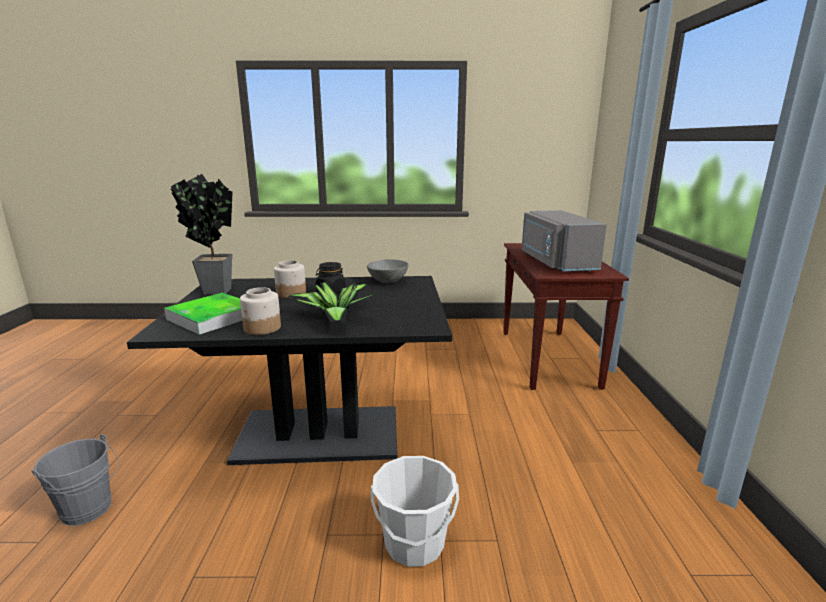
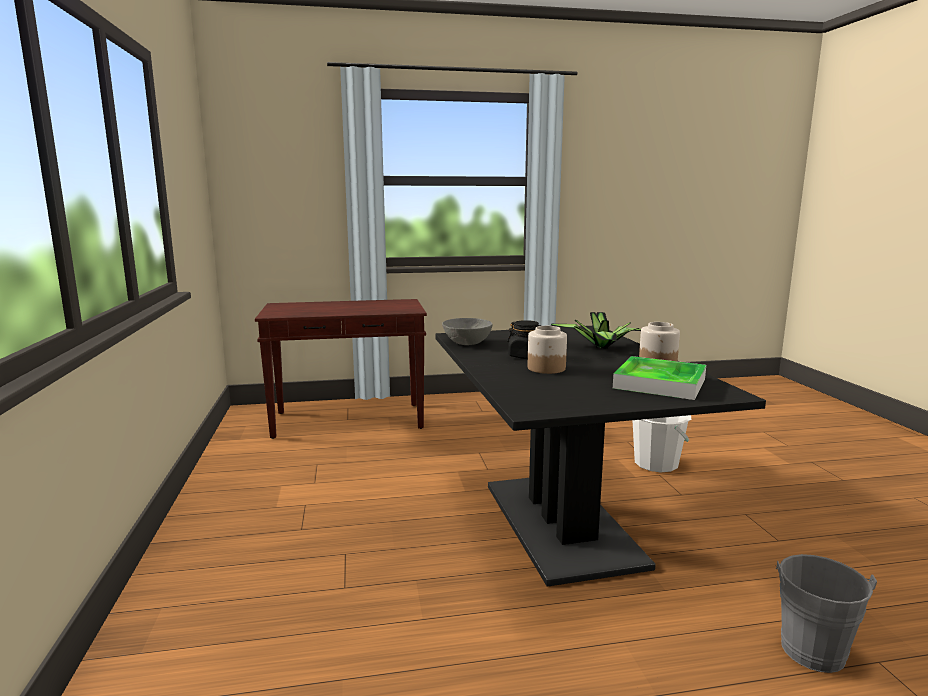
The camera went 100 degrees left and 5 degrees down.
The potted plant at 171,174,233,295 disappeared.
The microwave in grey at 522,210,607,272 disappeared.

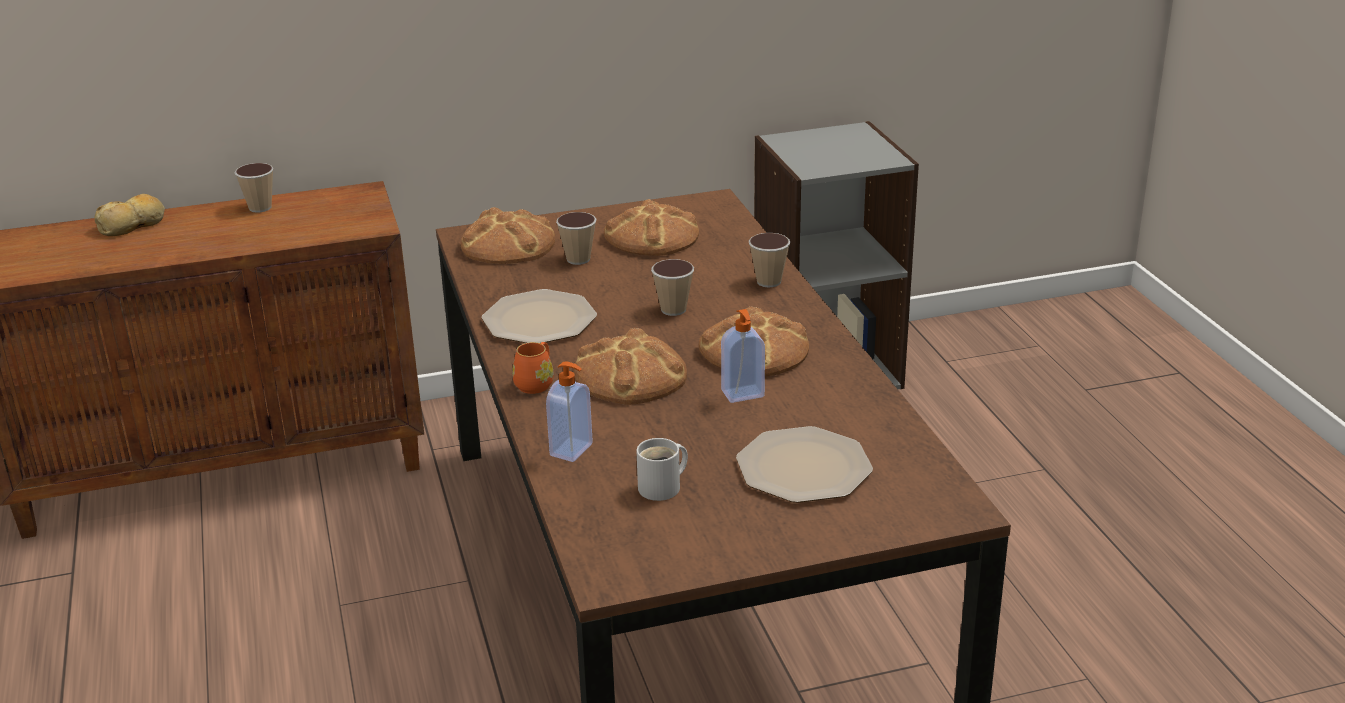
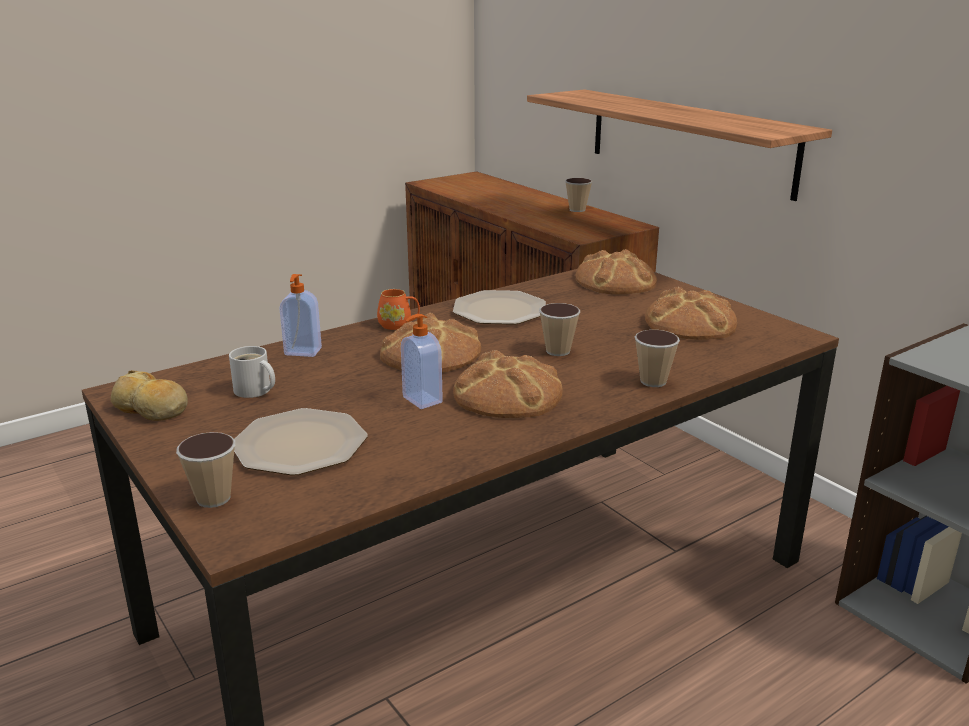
The camera went 70 degrees right and 5 degrees down.
The bakery bread moved from 94,194,165,236 to 111,370,188,421.
The drinking cup moved from 556,212,597,265 to 176,432,235,508.
The wall shelf at 527,89,832,201 appeared.

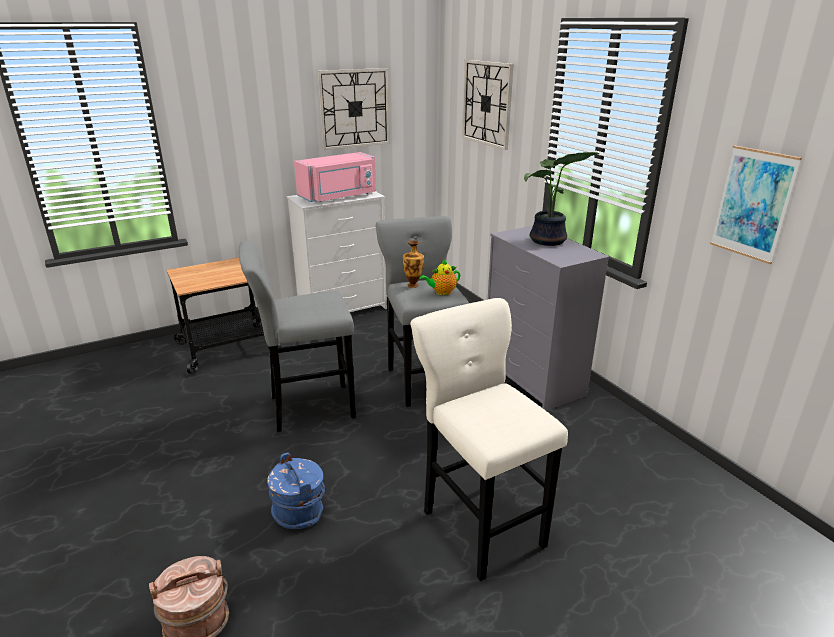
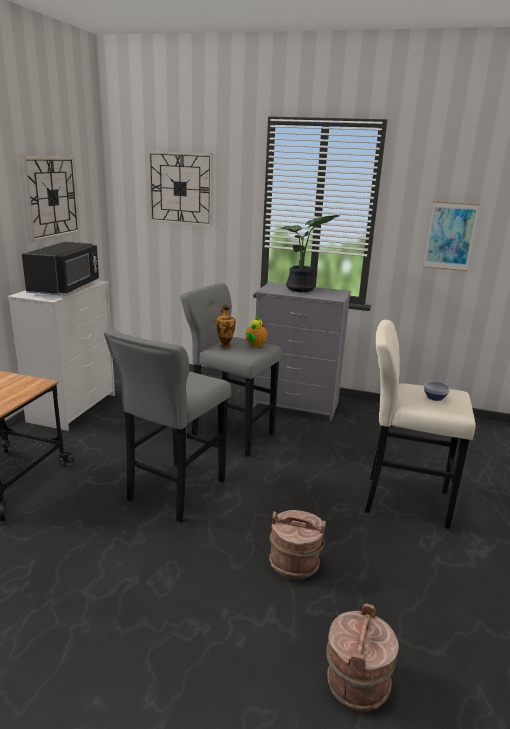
The camera went 45 degrees left and 5 degrees down.
The water bucket in bluish at 267,452,326,529 became the water bucket in brown at 269,510,326,579.
The microwave in pinkish at 294,152,376,203 became the microwave in blackish at 22,242,99,295.
The serving bowl at 424,381,450,401 appeared.

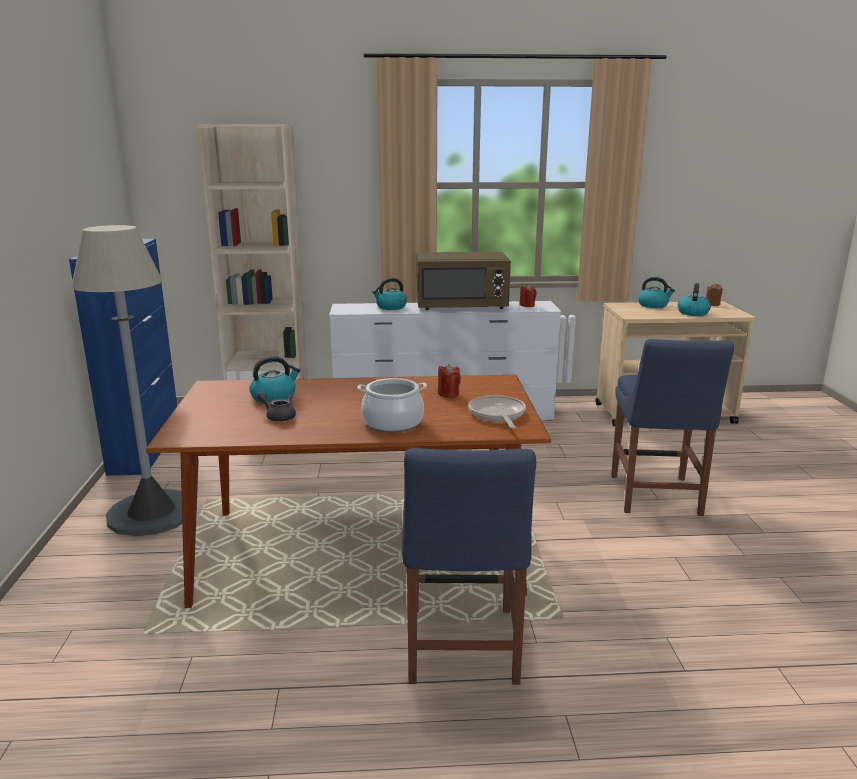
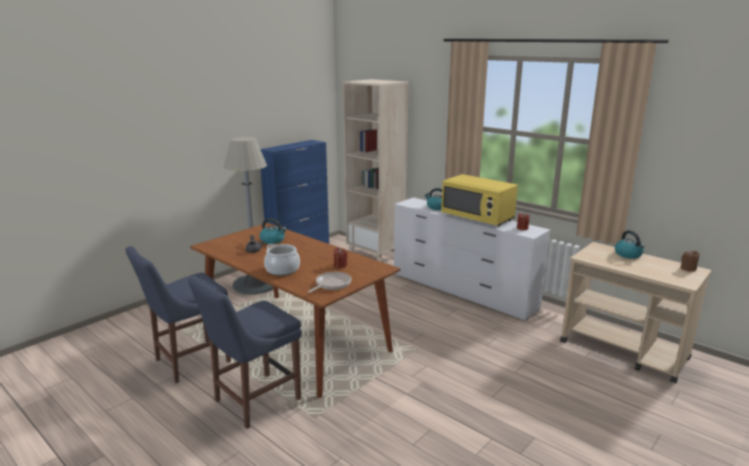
The camera went 45 degrees right and 0 degrees up.
The microwave in brown at 416,252,511,310 became the microwave in yellow at 441,174,518,226.
The upright chair in bluish moved from 611,339,734,516 to 126,246,231,383.
The water kettle at 677,283,711,316 disappeared.

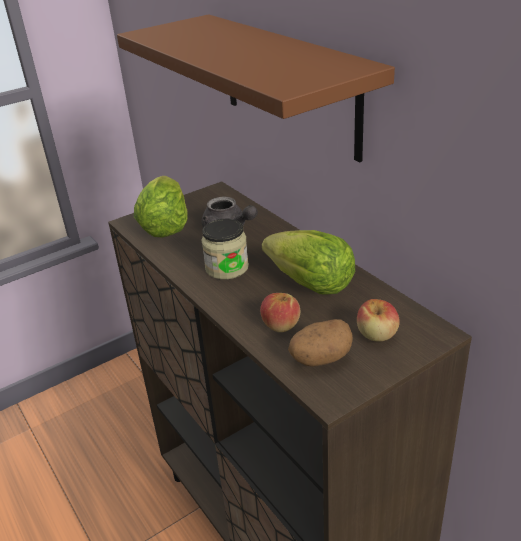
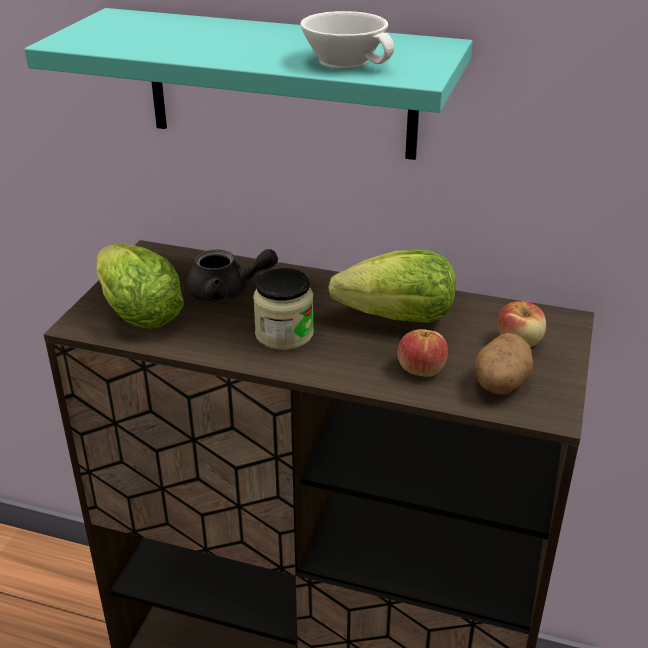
The camera went 40 degrees left and 0 degrees up.
The wall shelf in brown at 117,14,395,162 became the wall shelf in turquoise-coloured at 24,8,473,160.
The drinking cup in white-coloured at 300,11,394,69 appeared.

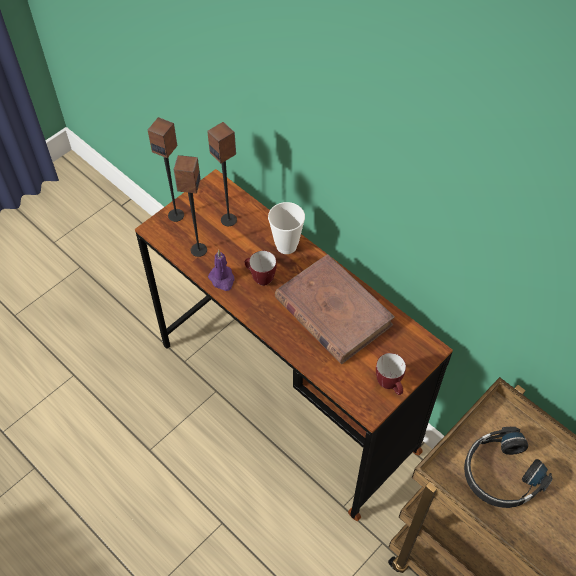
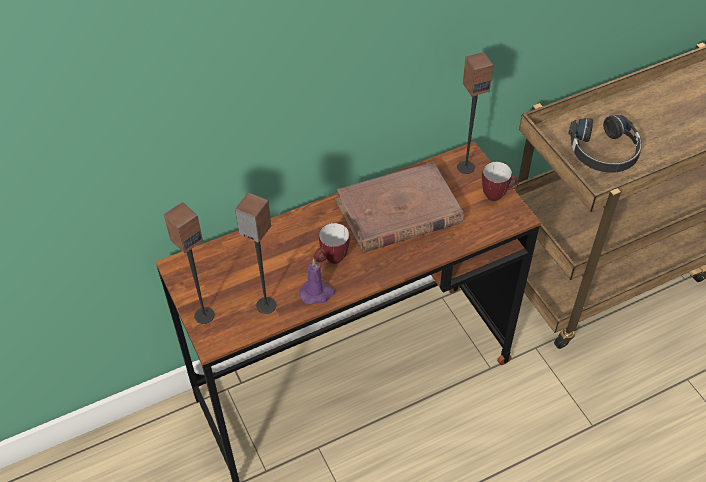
The camera went 70 degrees left and 5 degrees down.
The speaker moved from 207,122,237,226 to 457,52,493,174.
The drinking cup at 268,202,305,254 disappeared.

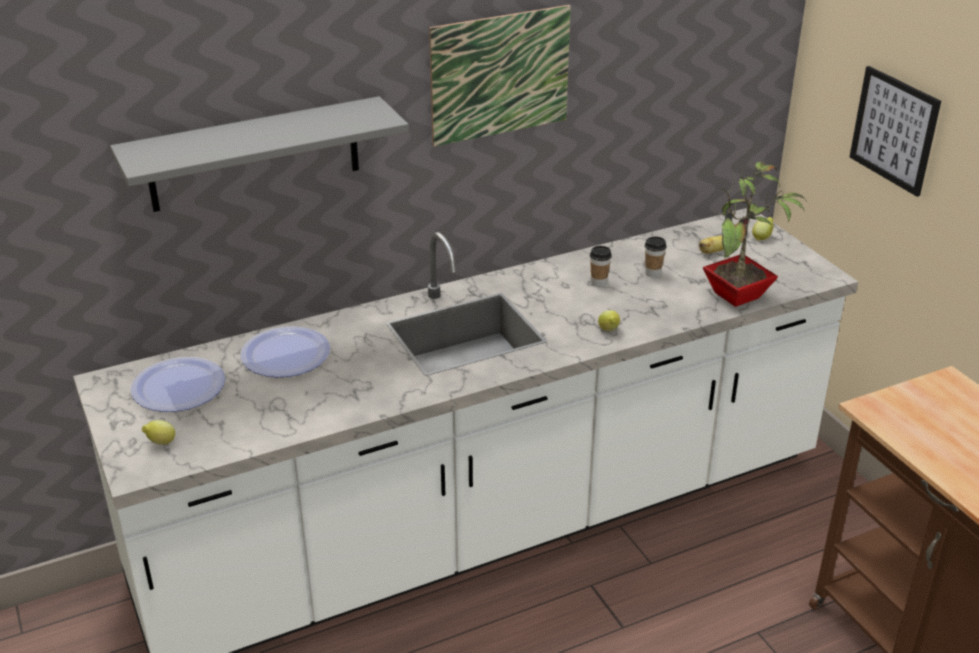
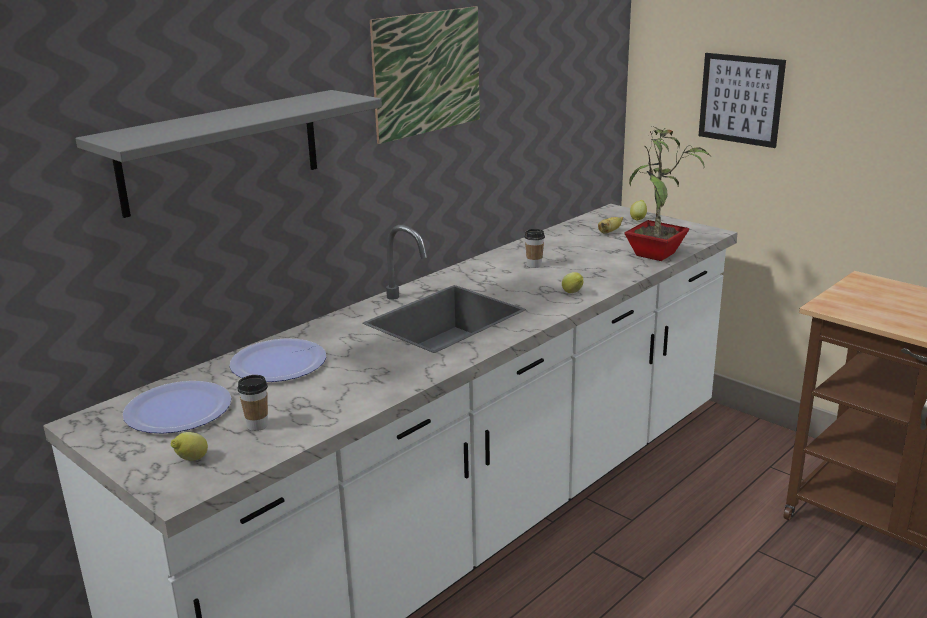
The camera went 20 degrees left and 10 degrees down.
The drinking cup moved from 645,236,667,278 to 238,375,268,431.

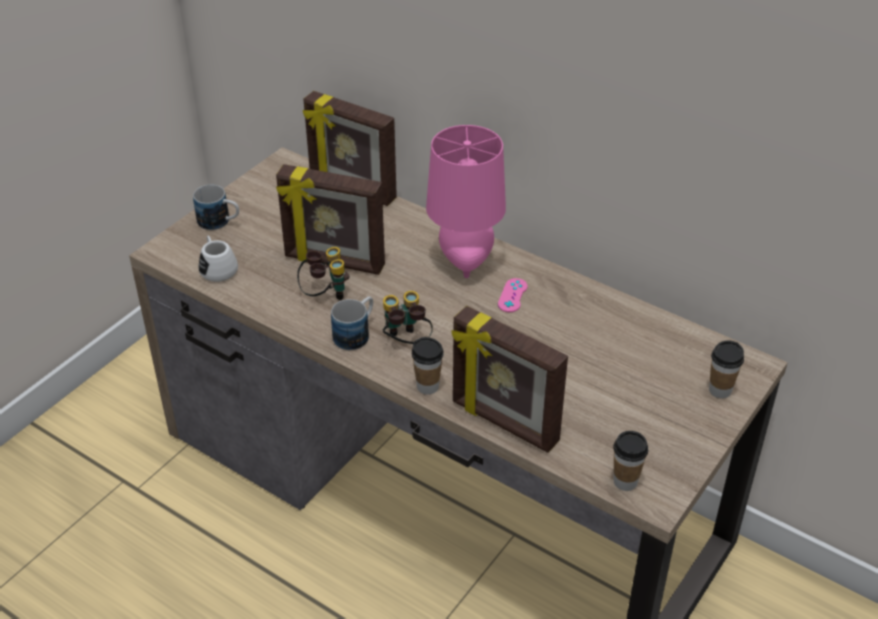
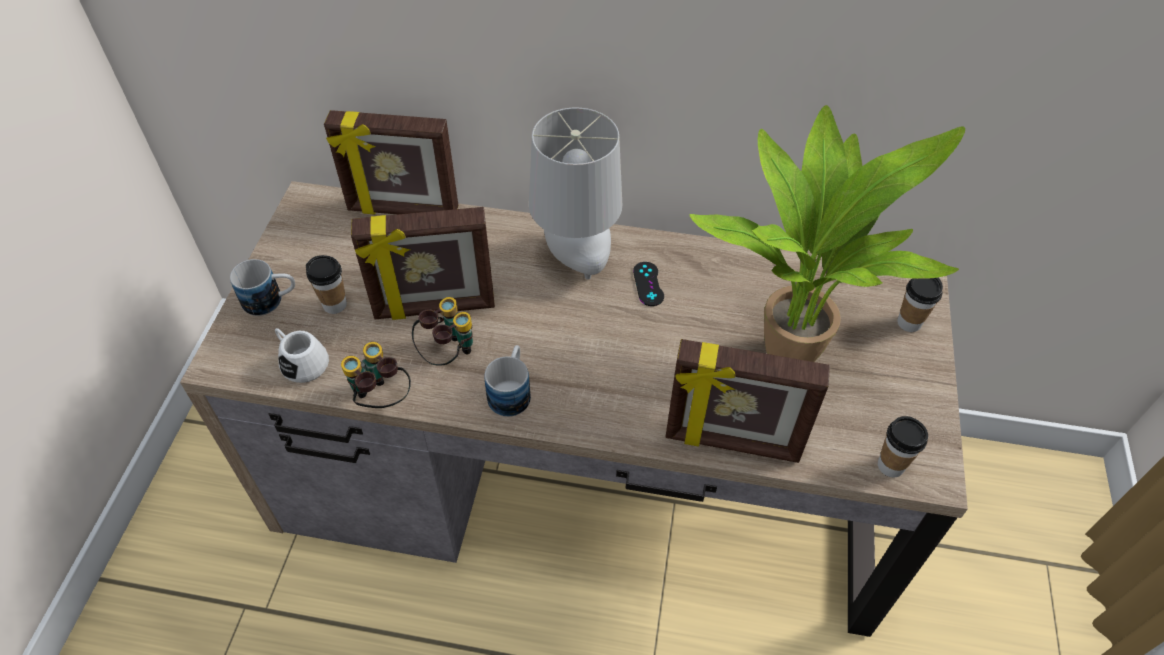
The camera went 25 degrees left and 10 degrees up.
The binoculars moved from 382,291,433,344 to 341,342,411,408.
The drinking cup moved from 412,337,444,395 to 306,255,347,314.
The lamp for a table in pinkish at 426,125,506,278 became the lamp for a table in grey at 529,107,622,280.
The game controller in pinkish at 498,278,528,312 became the game controller in blackish at 633,262,664,306.
The potted plant at 690,105,965,362 appeared.

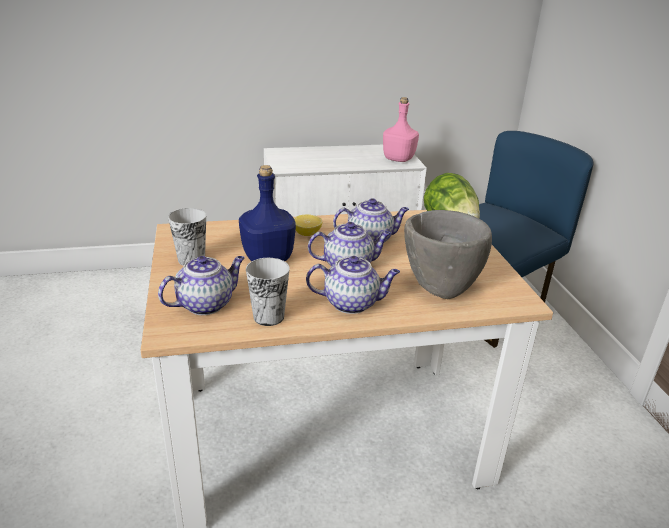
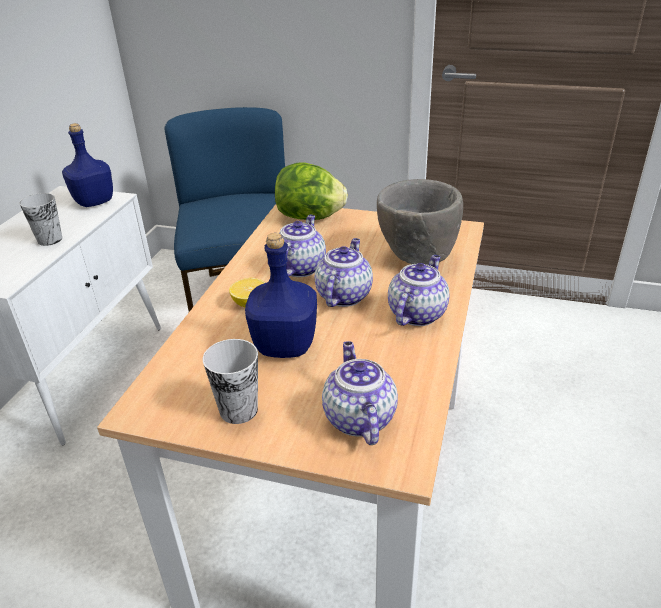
The camera went 60 degrees left and 5 degrees up.
The drinking cup moved from 246,258,290,326 to 19,193,62,246.
The drink bottle in pinkish at 383,97,419,162 became the drink bottle in bluish at 62,123,113,207.

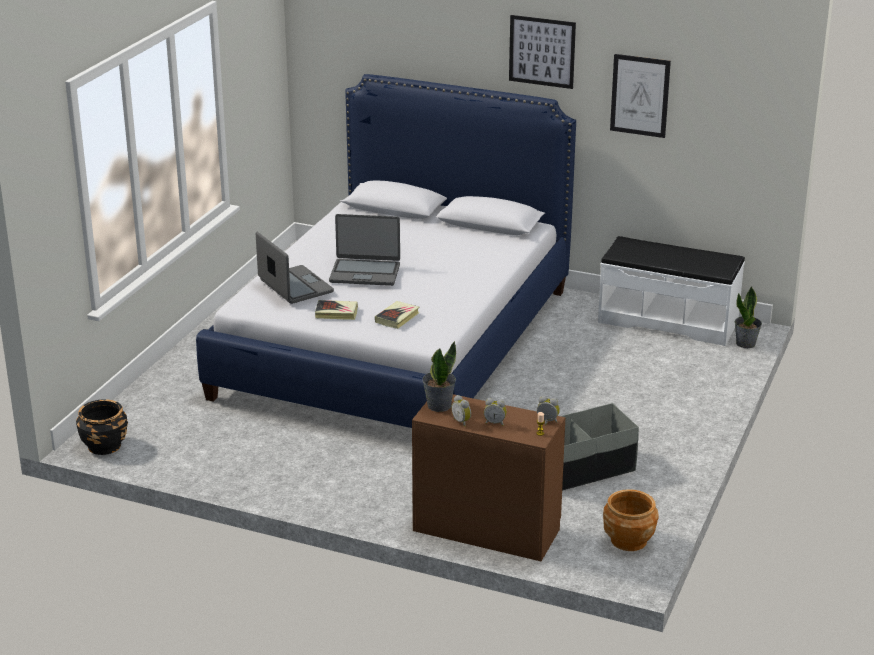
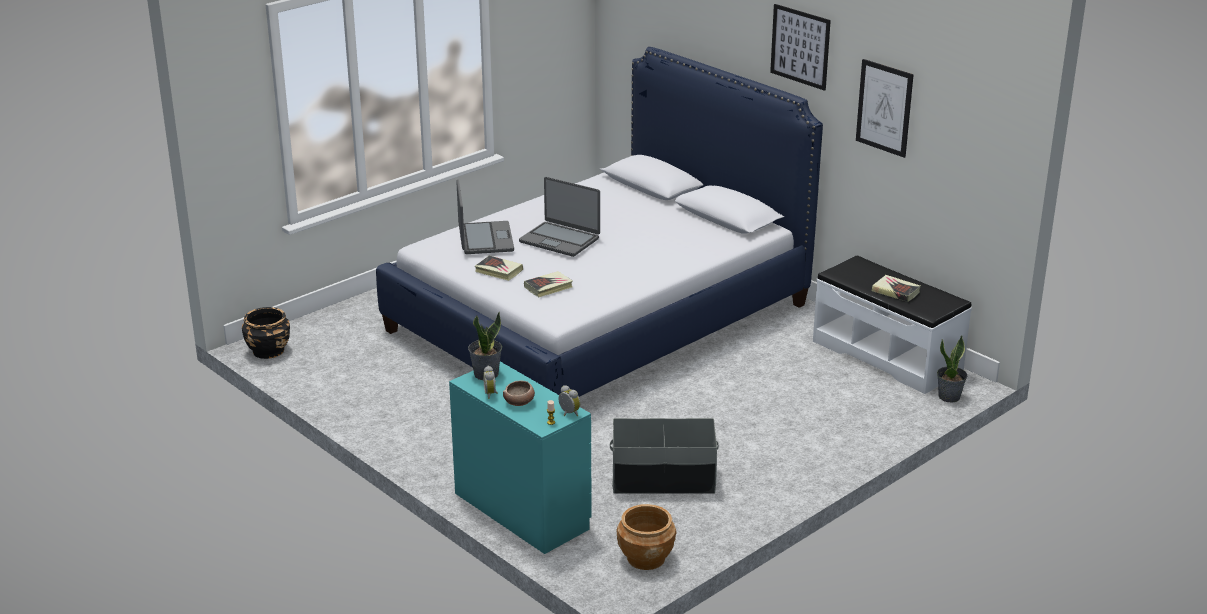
The camera went 25 degrees right and 0 degrees up.
The chest of drawers in brown at 412,394,565,561 became the chest of drawers in turquoise-coloured at 449,362,592,554.
The alarm clock at 484,398,507,426 was replaced by the serving bowl at 503,380,535,406.
The book at 872,275,921,302 appeared.

